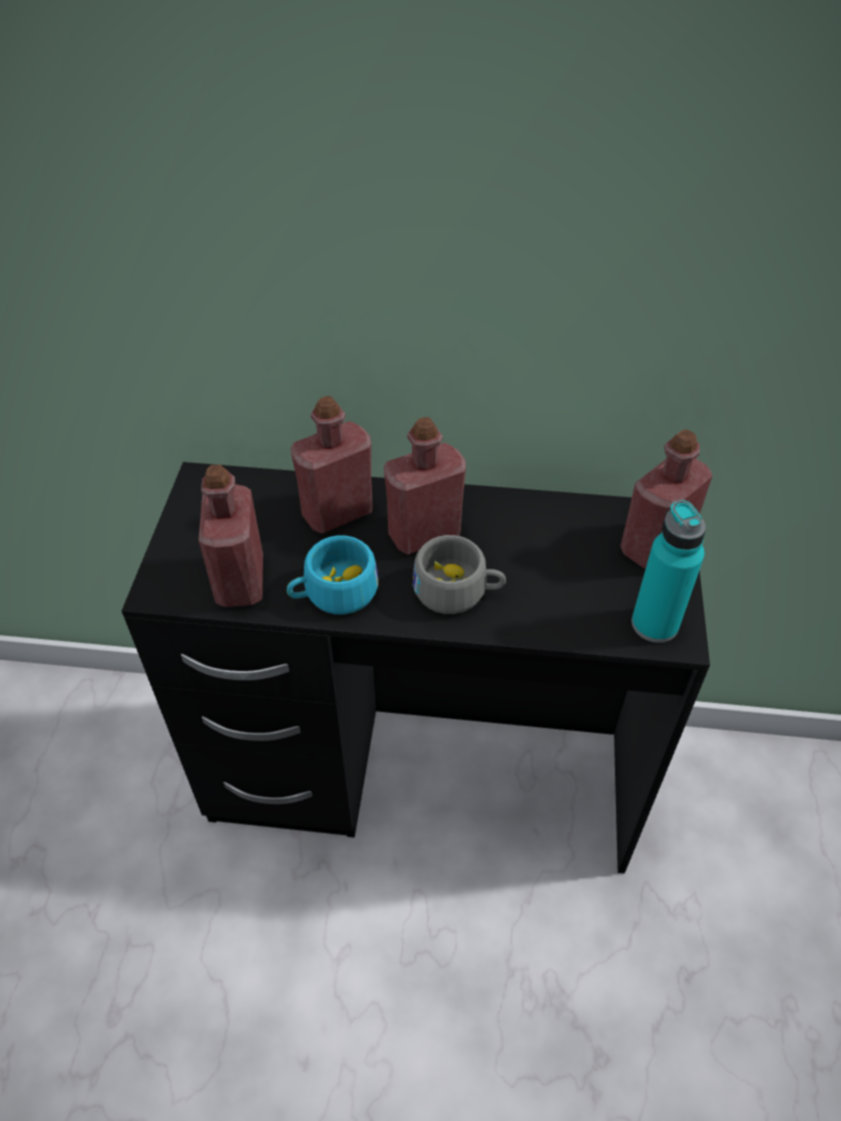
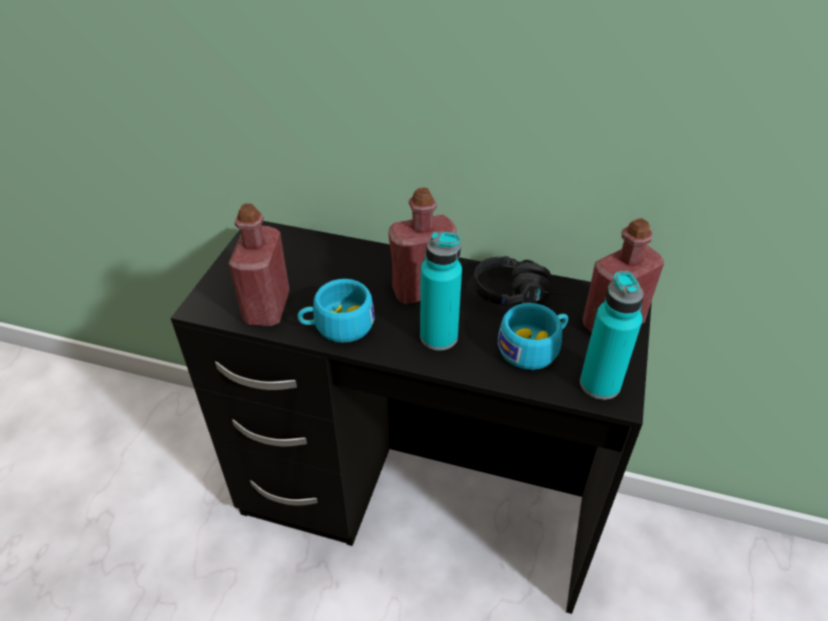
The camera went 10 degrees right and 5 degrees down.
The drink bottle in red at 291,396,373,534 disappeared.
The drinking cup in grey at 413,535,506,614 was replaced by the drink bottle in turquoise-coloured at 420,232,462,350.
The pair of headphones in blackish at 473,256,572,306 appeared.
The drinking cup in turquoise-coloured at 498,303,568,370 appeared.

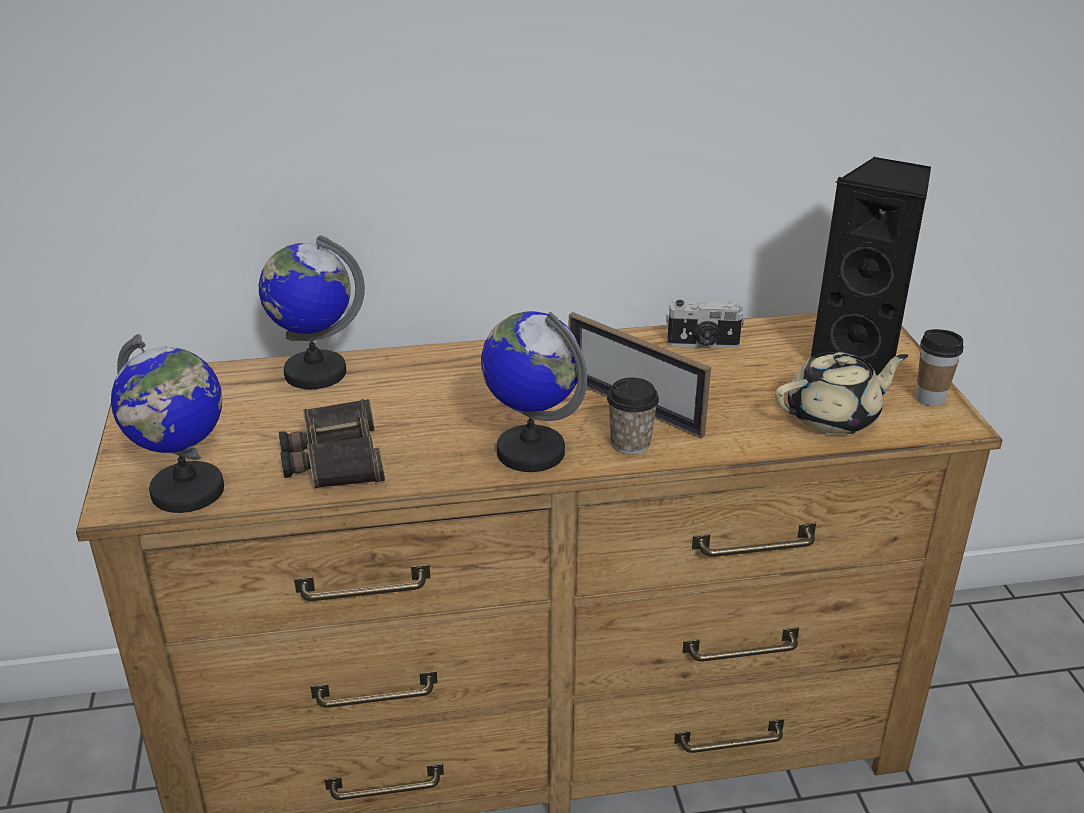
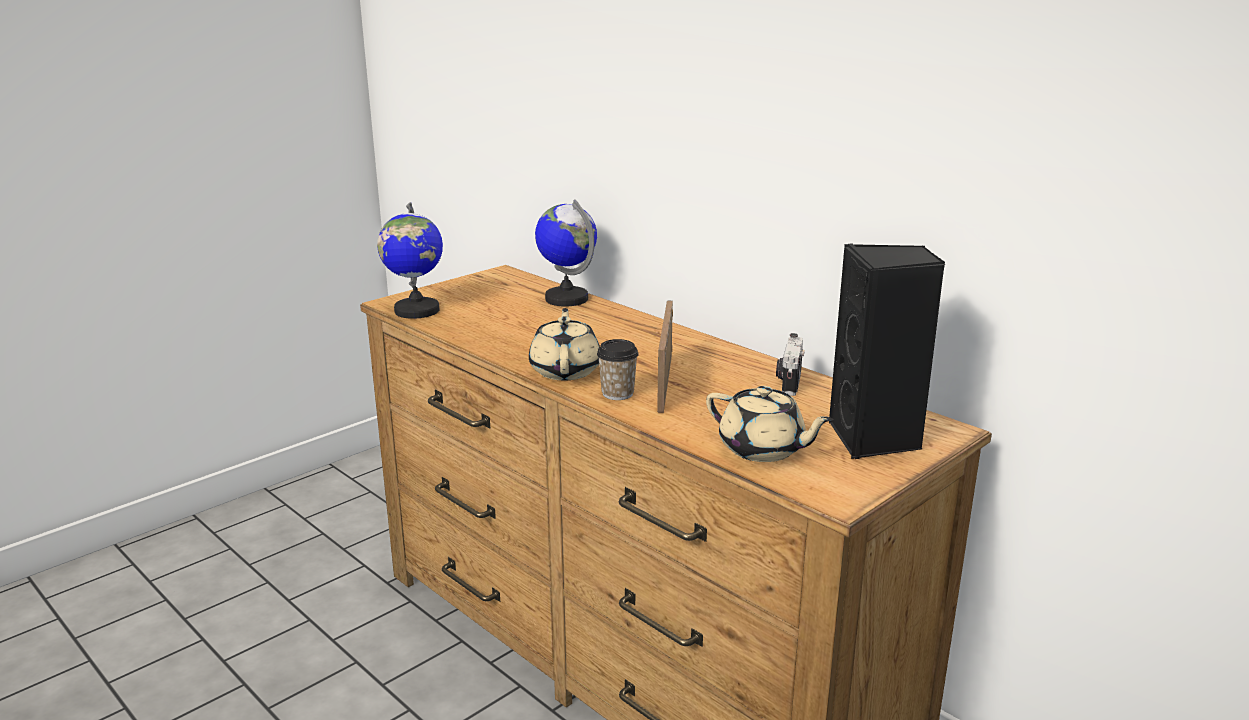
The camera went 55 degrees right and 10 degrees down.
The binoculars at 279,399,385,488 disappeared.
The world globe at 481,311,587,472 was replaced by the tea pot in beige at 529,308,600,380.
The still camera at 666,300,745,348 turned 45 degrees clockwise.
The drinking cup at 916,329,964,406 disappeared.

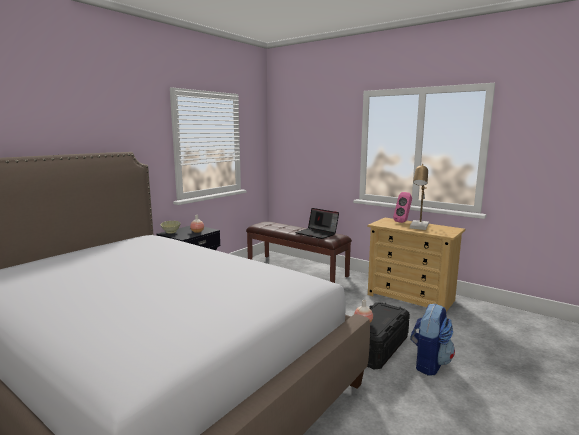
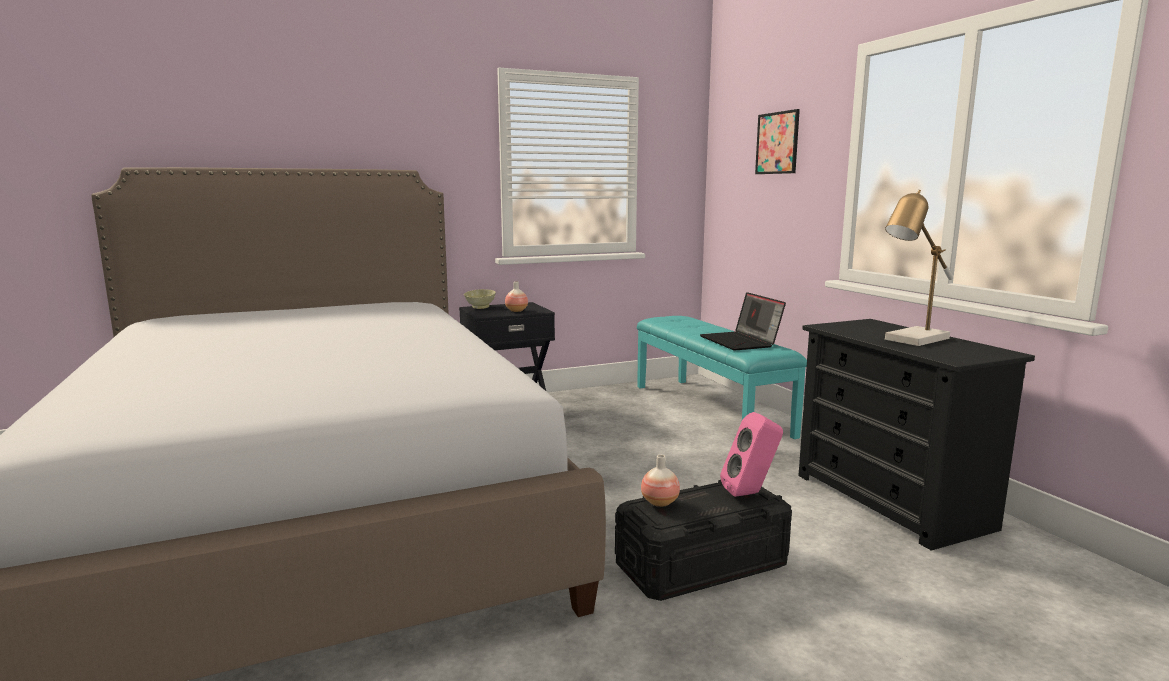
The camera went 30 degrees right and 0 degrees up.
The indoor bench in brown at 246,222,352,283 became the indoor bench in turquoise-coloured at 637,316,807,439.
The chest of drawers in beige at 368,218,465,312 became the chest of drawers in blackish at 798,319,1035,551.
The speaker in pinkish moved from 393,192,412,223 to 720,412,783,497.
The backpack at 410,303,455,376 disappeared.
The picture at 755,109,800,174 appeared.

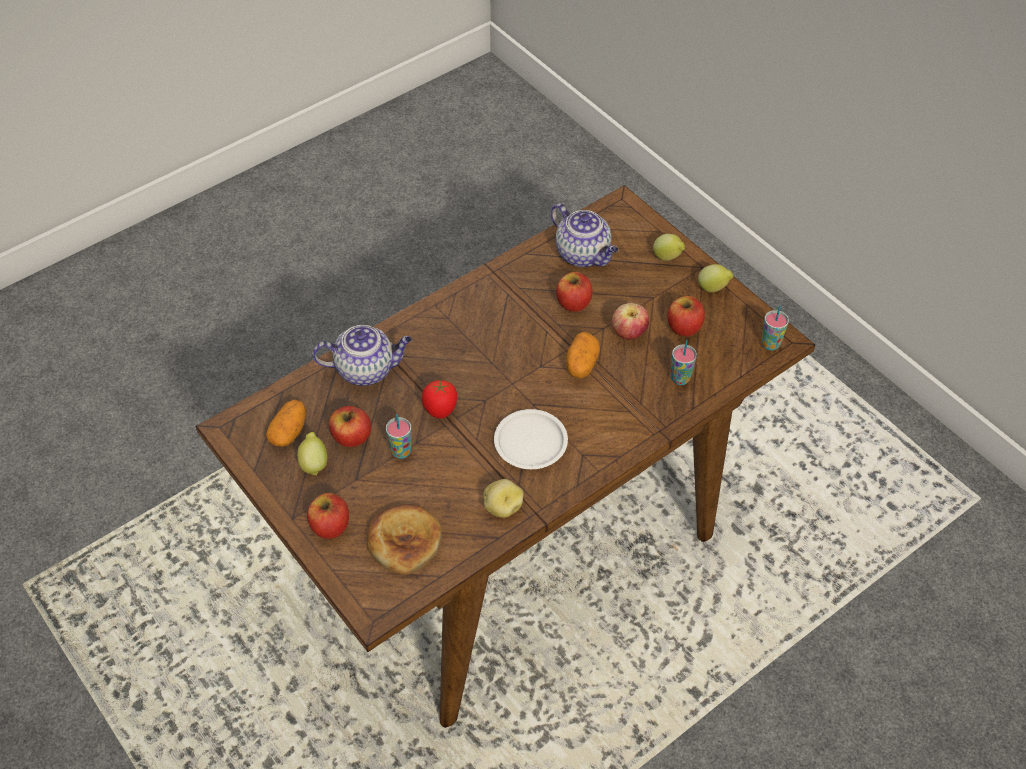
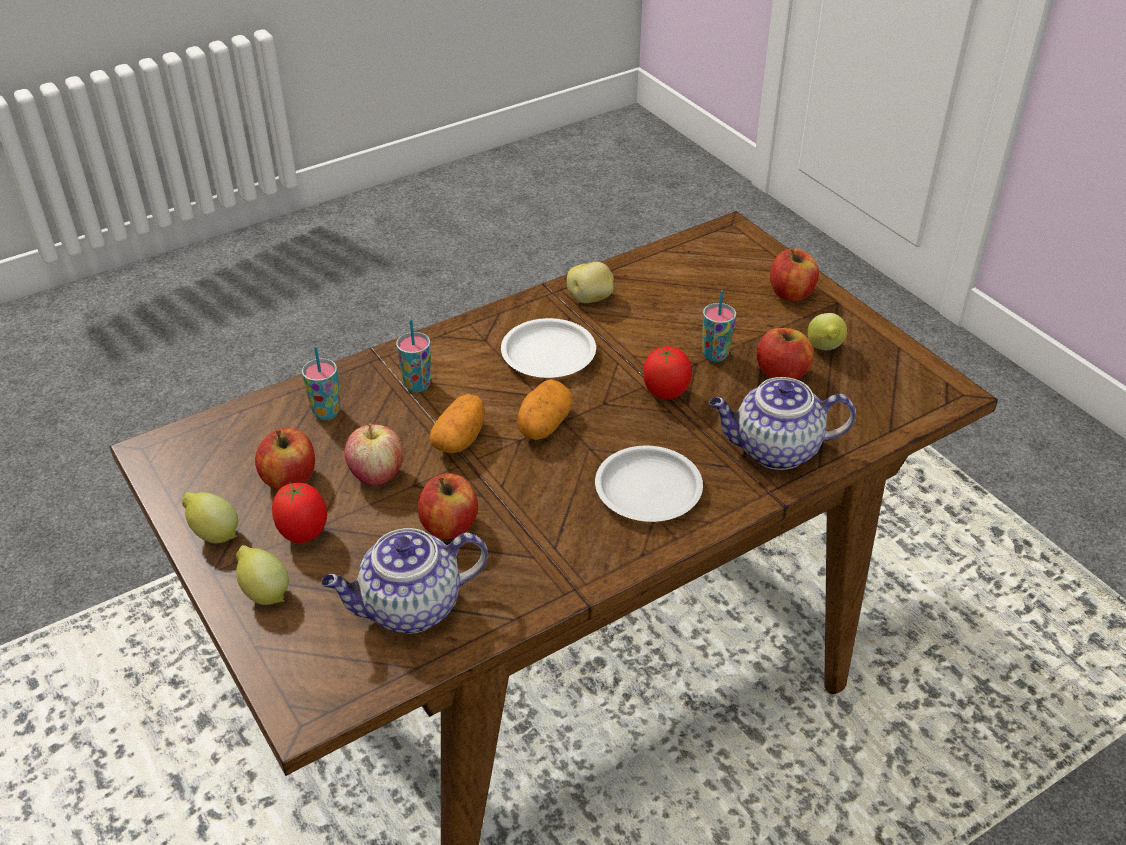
The camera went 175 degrees left and 10 degrees down.
The potato moved from 266,400,306,447 to 517,379,573,440.
The bakery bread at 367,504,442,575 disappeared.
The tea pot at 551,203,618,267 turned 75 degrees counterclockwise.
The drinking cup moved from 761,305,789,351 to 396,319,431,392.
The whole tomato at 272,483,327,543 appeared.
The dinner plate in white-coloured at 595,446,703,522 appeared.

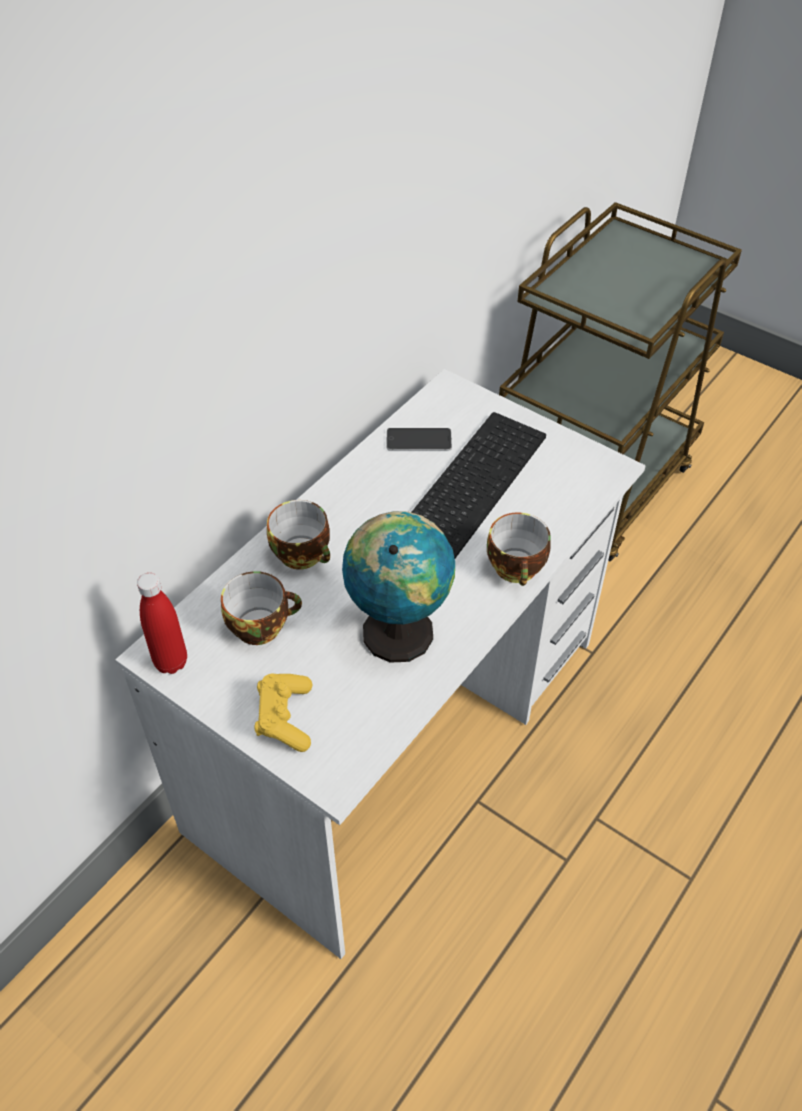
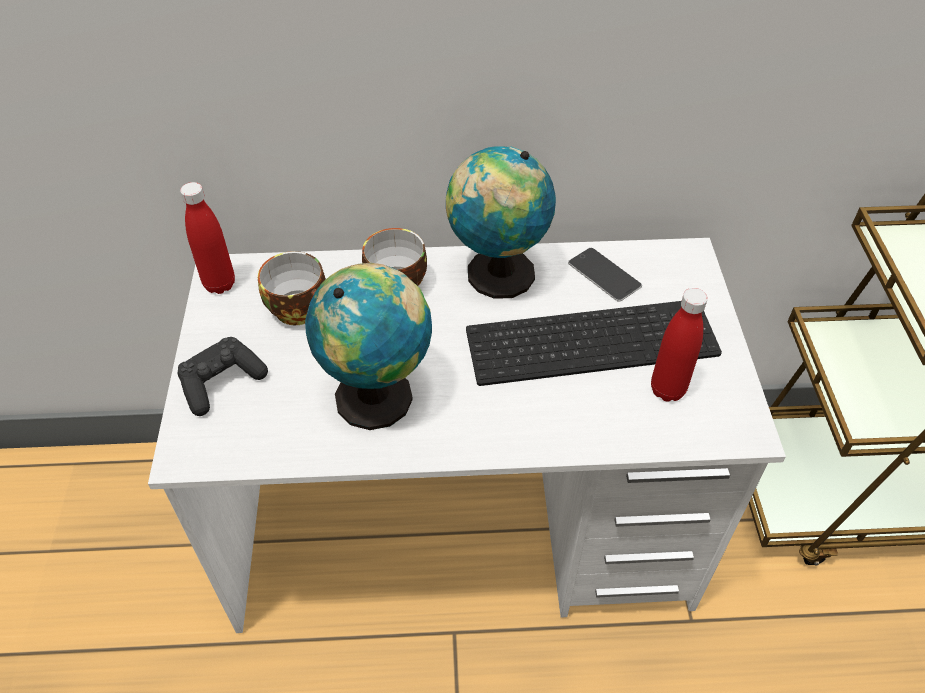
The camera went 50 degrees right and 0 degrees up.
The game controller in yellow at 254,674,312,752 became the game controller in blackish at 178,337,268,416.
The drinking cup at 487,512,551,586 disappeared.
The world globe at 446,146,556,299 appeared.
The drink bottle in red at 651,288,708,402 appeared.

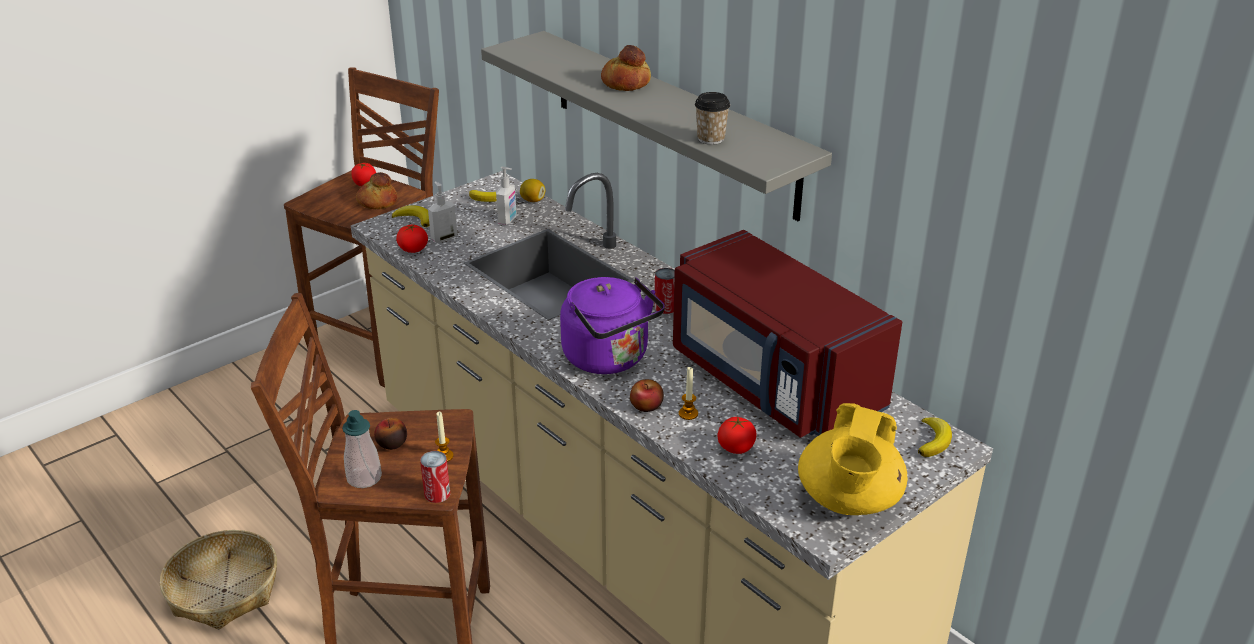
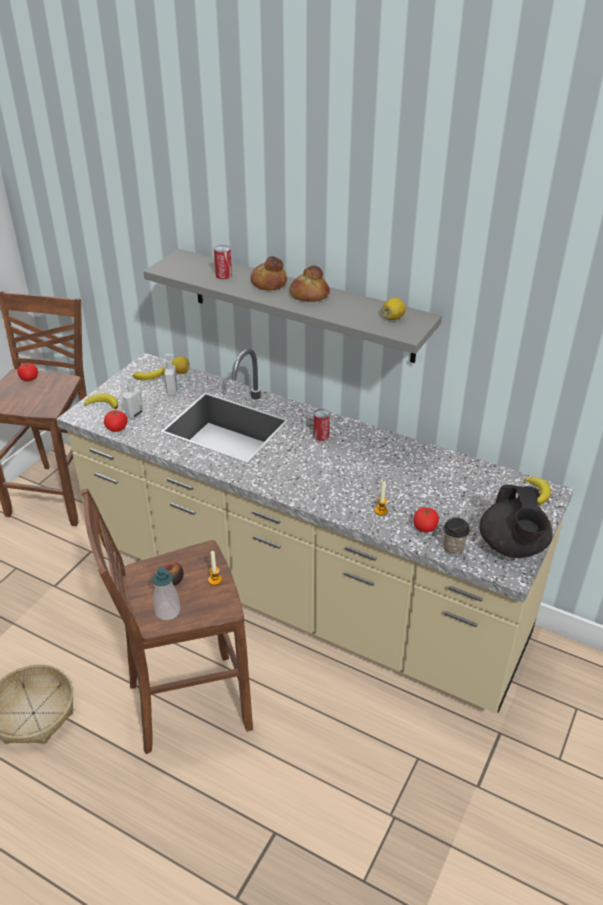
The camera went 20 degrees left and 5 degrees up.
The bakery bread moved from 356,172,397,209 to 290,265,330,302.
The metal can moved from 420,451,450,503 to 214,245,232,279.
The water kettle in purple at 560,277,665,374 disappeared.
The whole apple at 630,379,664,412 disappeared.
The microwave in red at 673,230,902,438 disappeared.
The drinking cup moved from 695,92,730,145 to 444,518,470,555.
The tea pot in yellow at 798,403,907,515 became the tea pot in blackish at 479,484,553,558.
The lemon at 382,298,406,320 appeared.

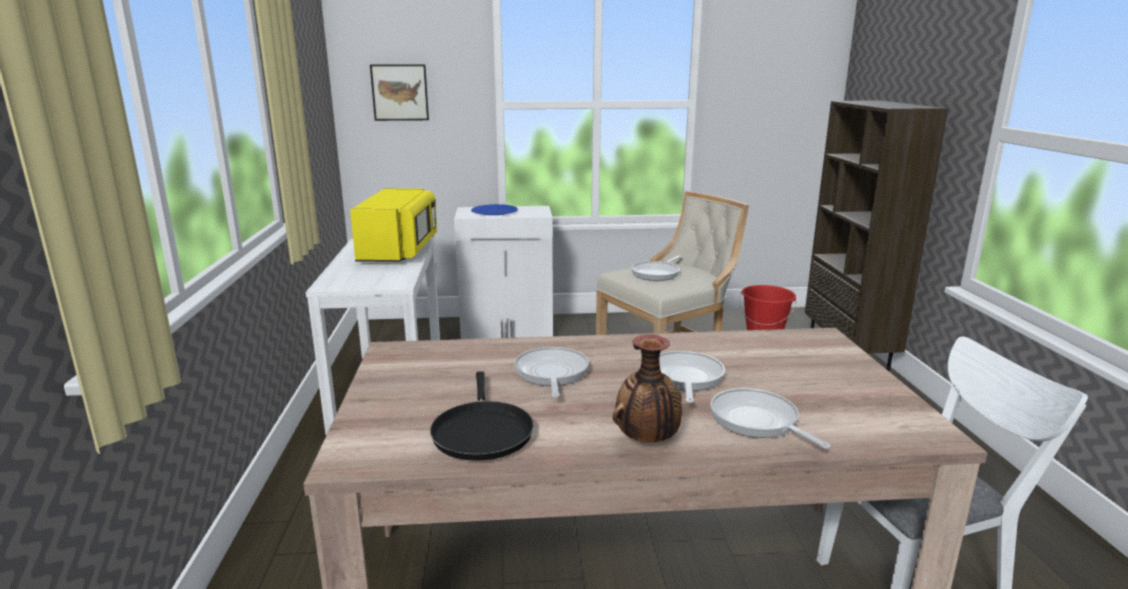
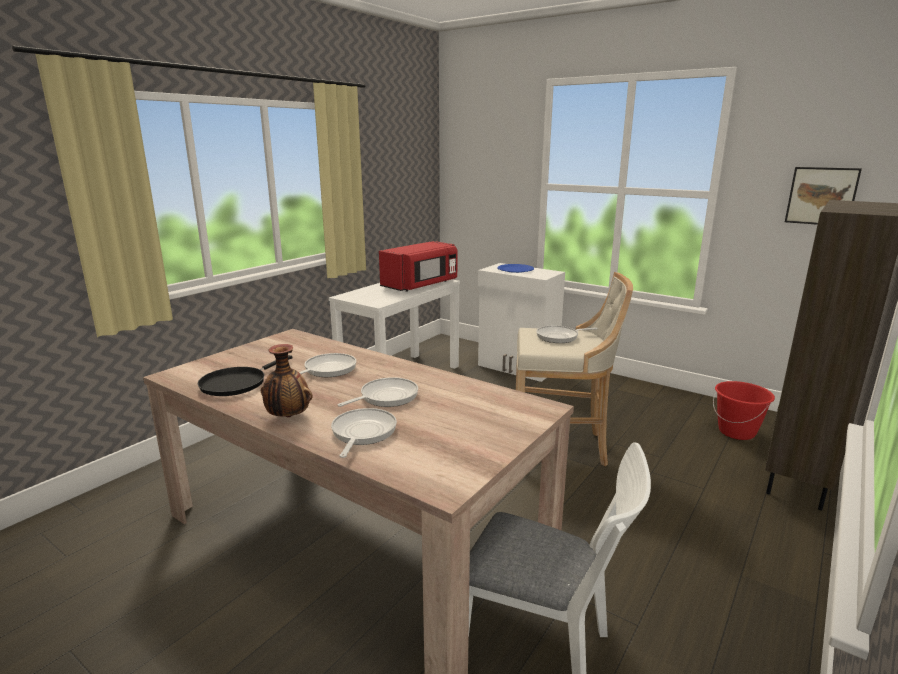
The camera went 40 degrees right and 0 degrees up.
The microwave in yellow at 350,188,437,262 became the microwave in red at 379,241,457,292.
The picture moved from 370,64,429,121 to 785,167,862,225.

